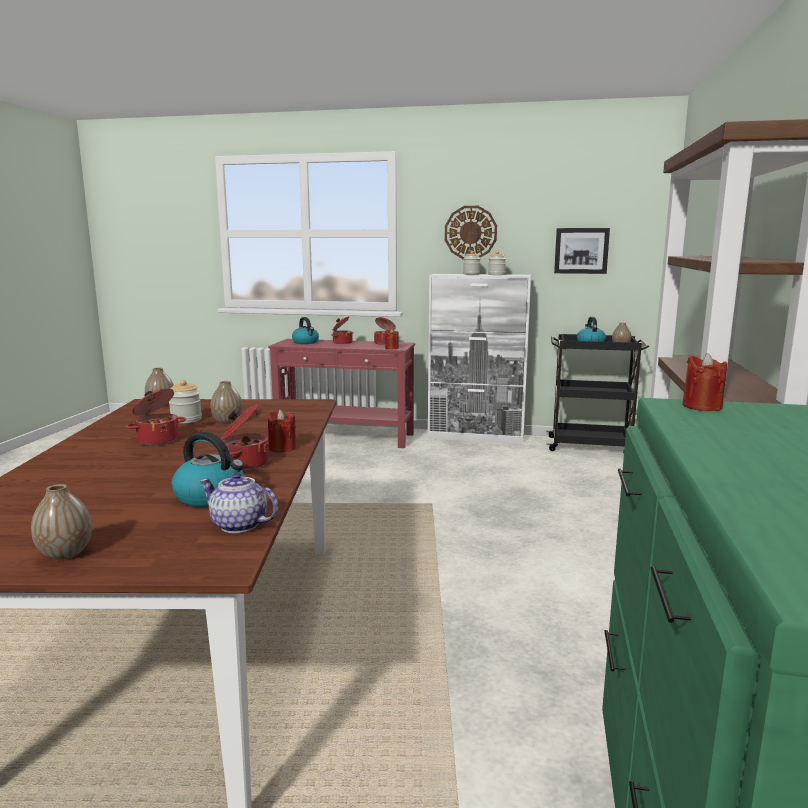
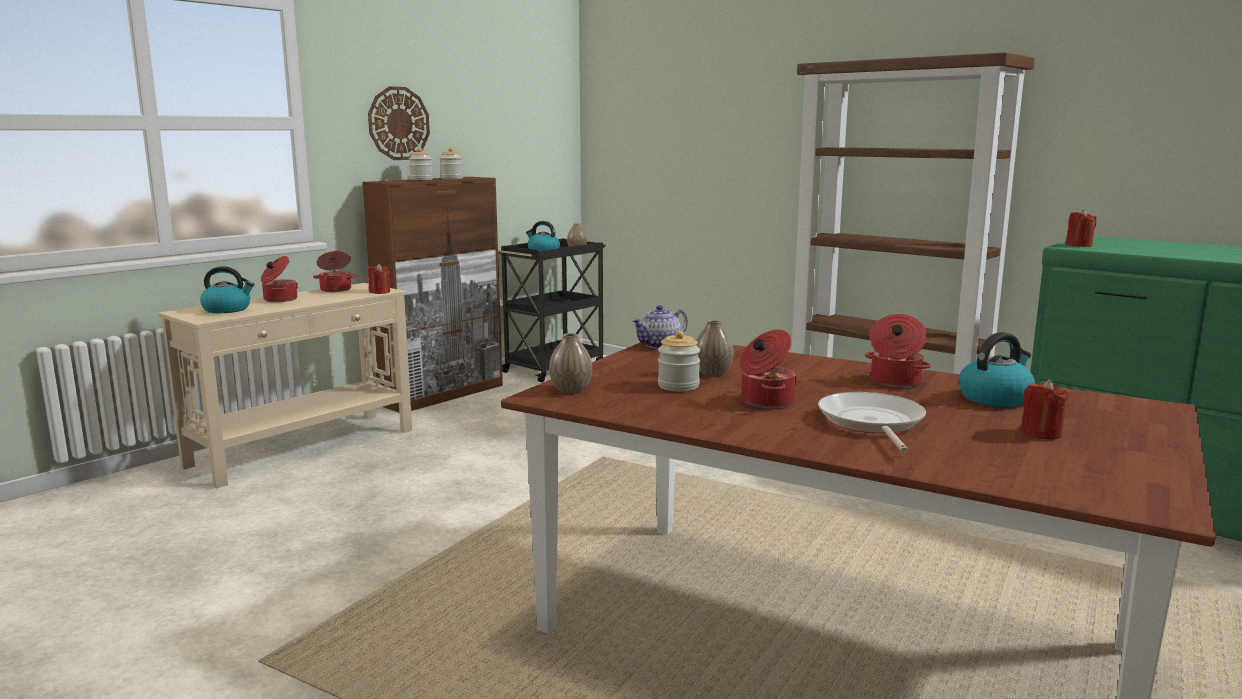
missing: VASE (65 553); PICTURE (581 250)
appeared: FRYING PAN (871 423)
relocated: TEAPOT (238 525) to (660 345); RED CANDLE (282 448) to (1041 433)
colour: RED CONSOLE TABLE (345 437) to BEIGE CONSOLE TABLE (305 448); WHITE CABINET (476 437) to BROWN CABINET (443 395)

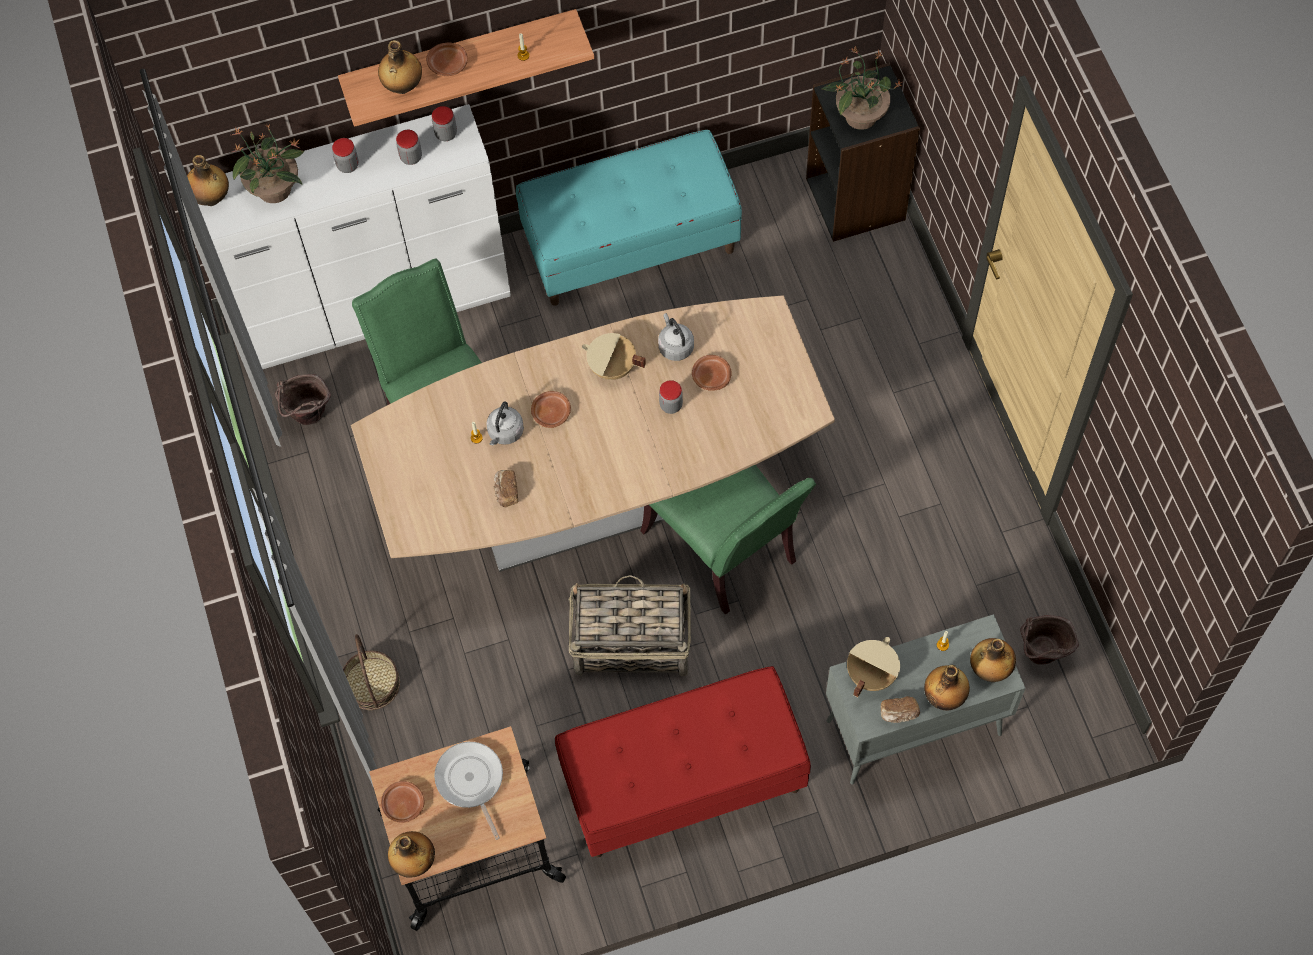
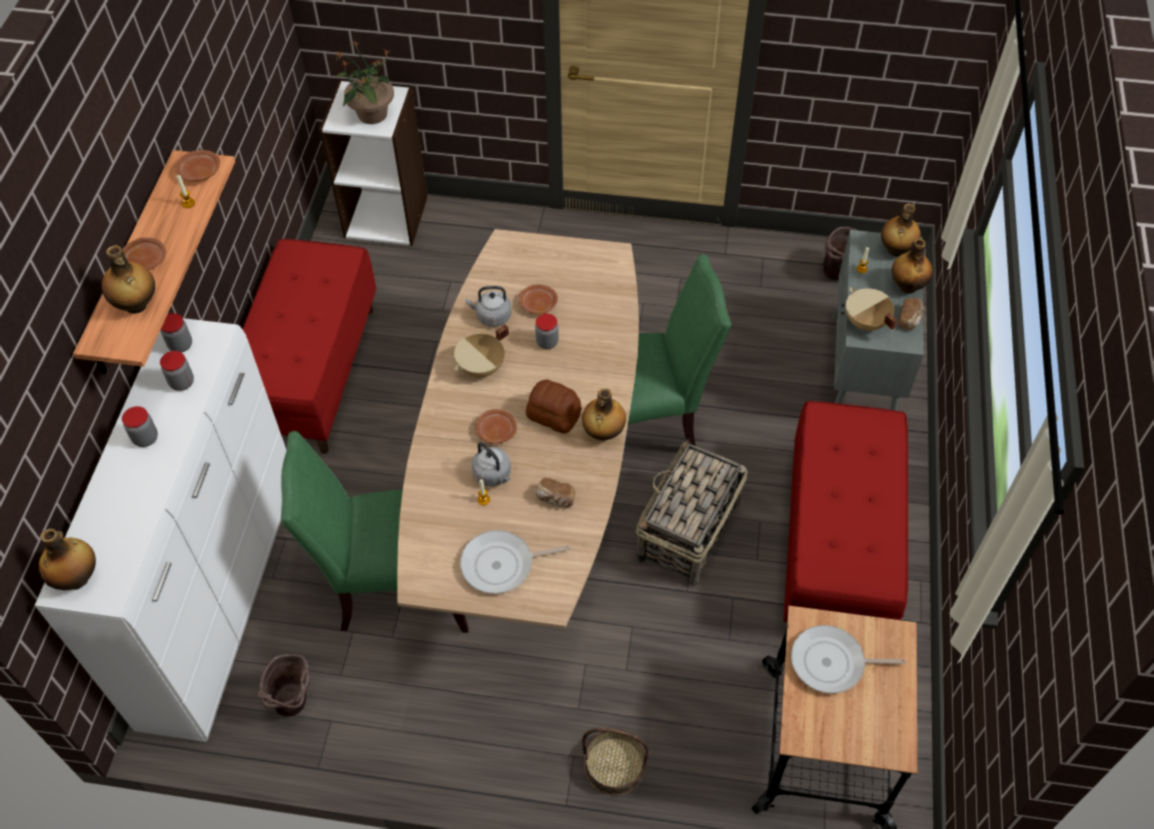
missing: POTTED PLANT (275 189)
appeared: FRYING PAN (502 565); BREAD (553 414)
relocated: BROWN PLATE (403 804) to (199 172); BOTTLE (414 860) to (603 433)
colour: TURQUOISE BENCH (631 244) to RED BENCH (312 373); BLACK BOOKCASE (856 199) to WHITE BOOKCASE (386 216)

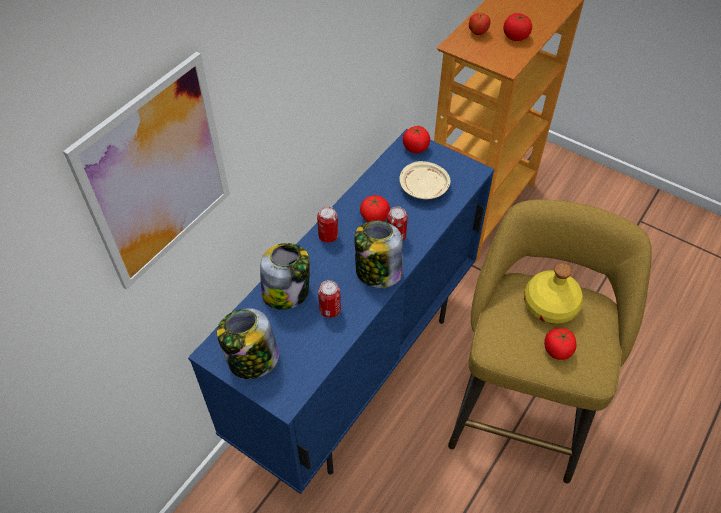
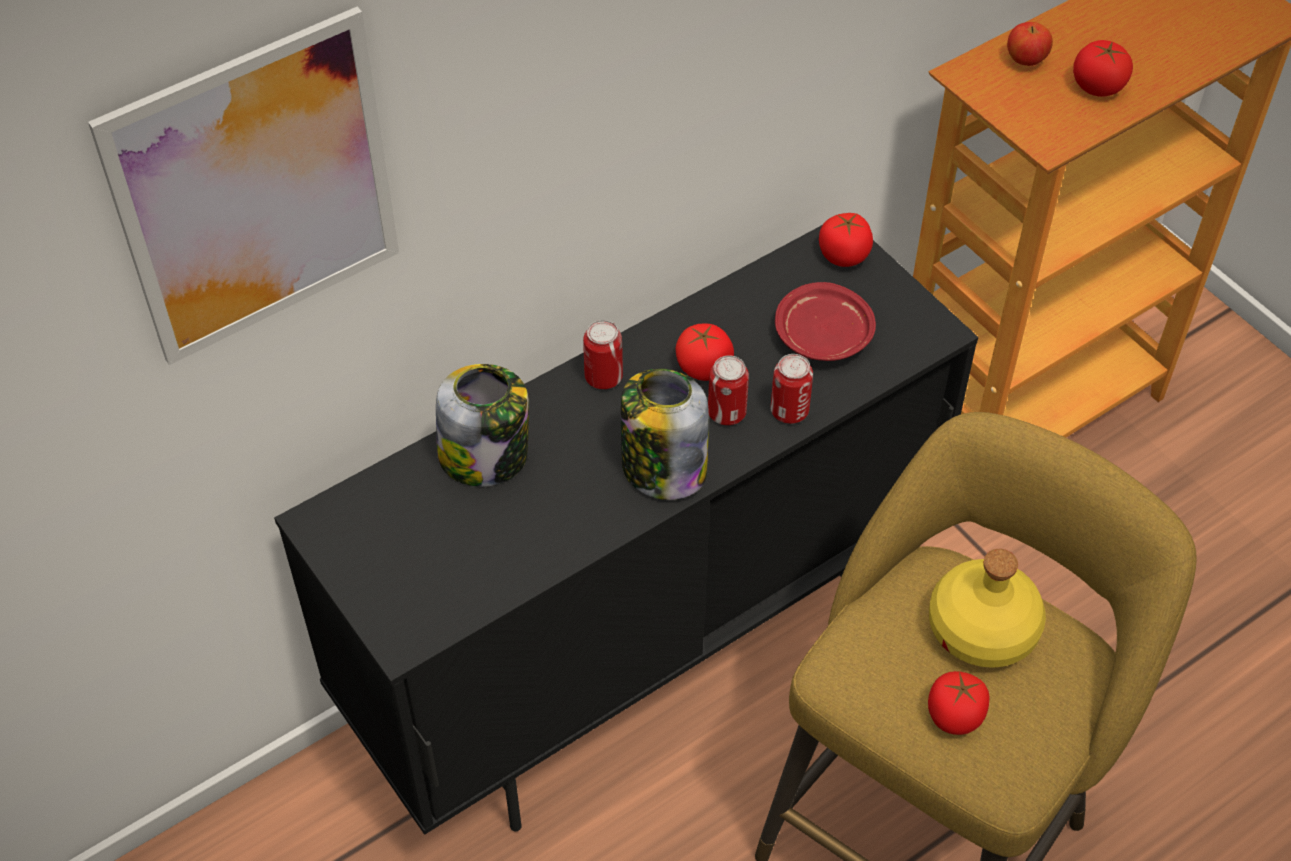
missing: JAR (252 360)
relocated: CAN (330 310) to (789 411)
colour: BLUE CABINET (357 371) to BLACK CABINET (641 660); BEIGE PLATE (424 187) to RED PLATE (823 336)

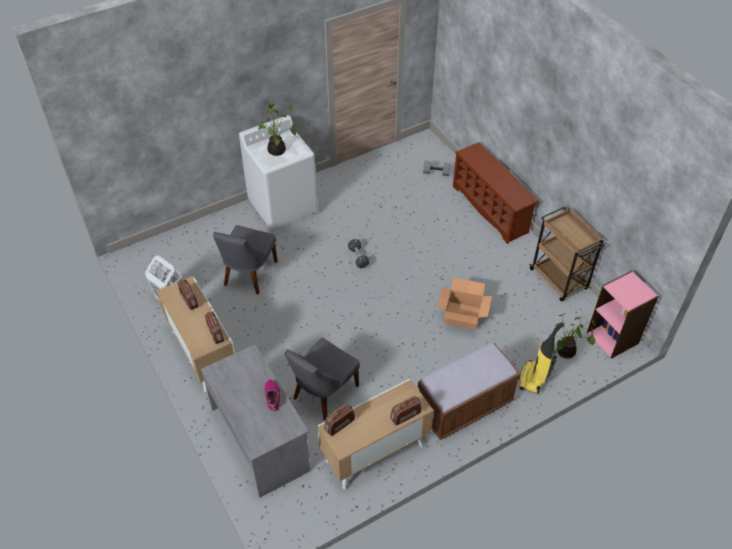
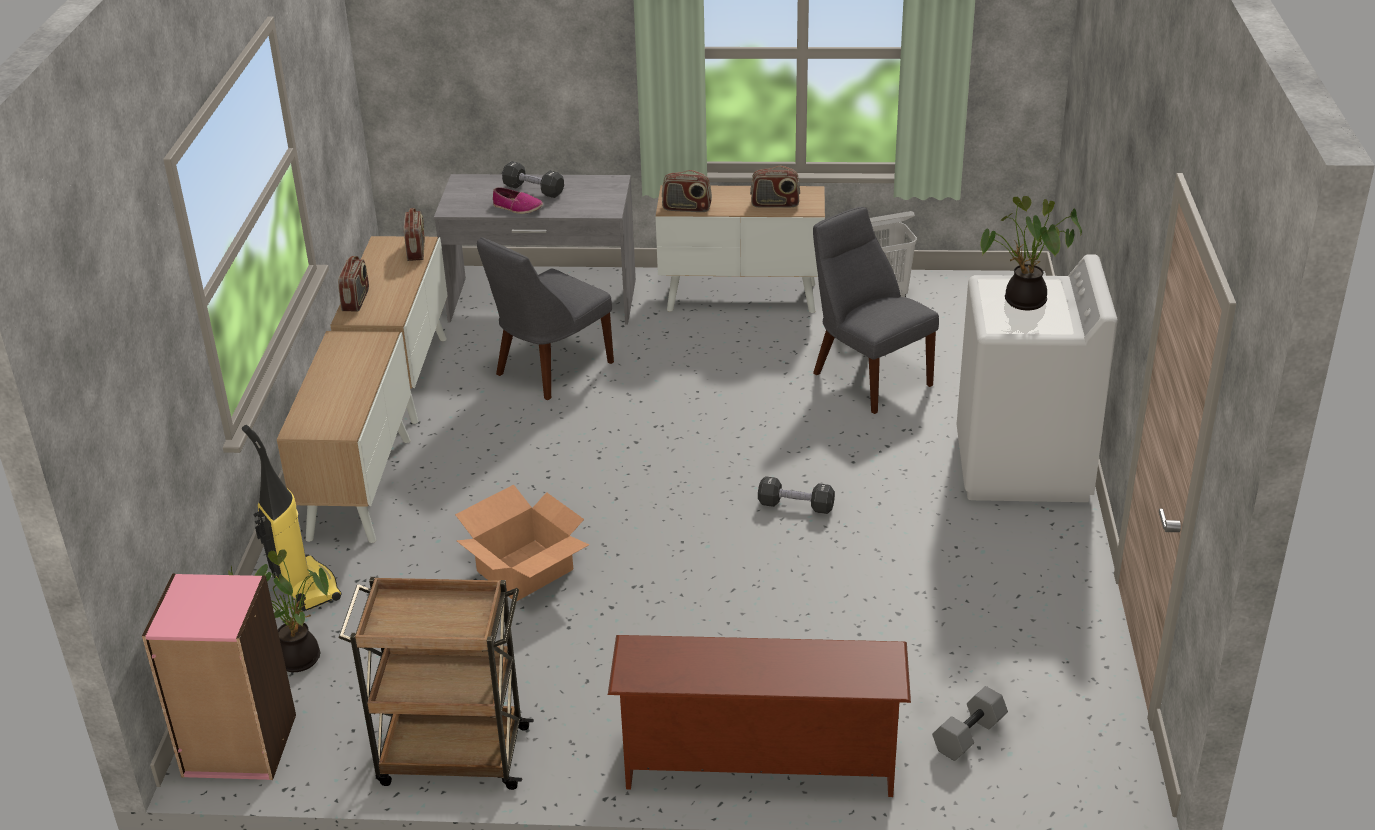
appeared: BLACK DUMBBELL (533 190)
exchanged: BROWN BENCH (464 407) to CABINET (359 487)
spun: GREY CHAIR (323 393) = (550 370) 120 degrees counterclockwise

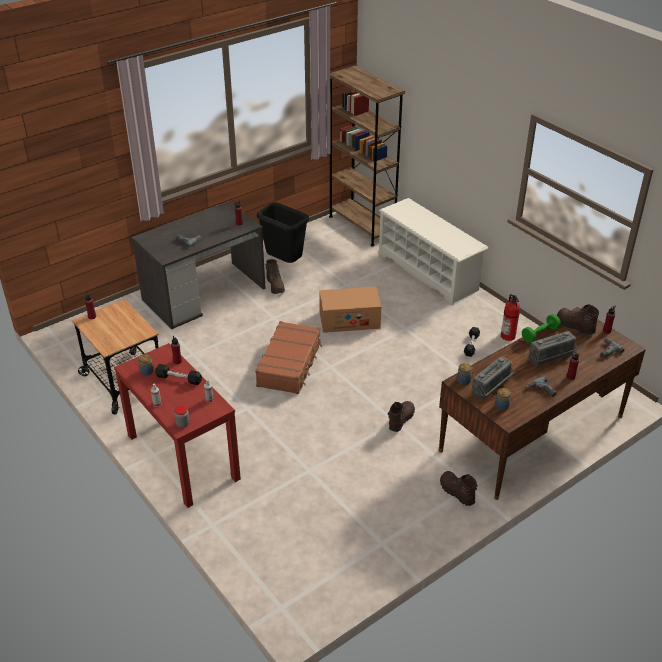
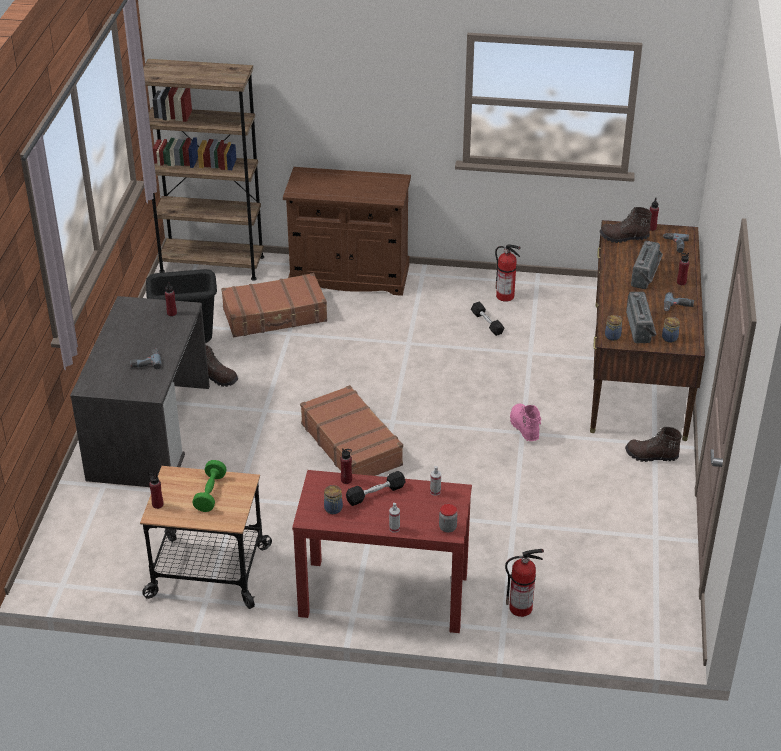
missing: CARDBOARD BOX (349 320)
appeared: BROWN SUITCASE (275 315); FIRE EXTINGUISHER (521 607)
relocated: GREEN DUMBBELL (540 334) to (210 493)
exchanged: WHITE SHOE RACK (428 272) to BROWN CABINET (349 276)
colour: BROWN BOOT (400 420) to PINK BOOT (524 427)

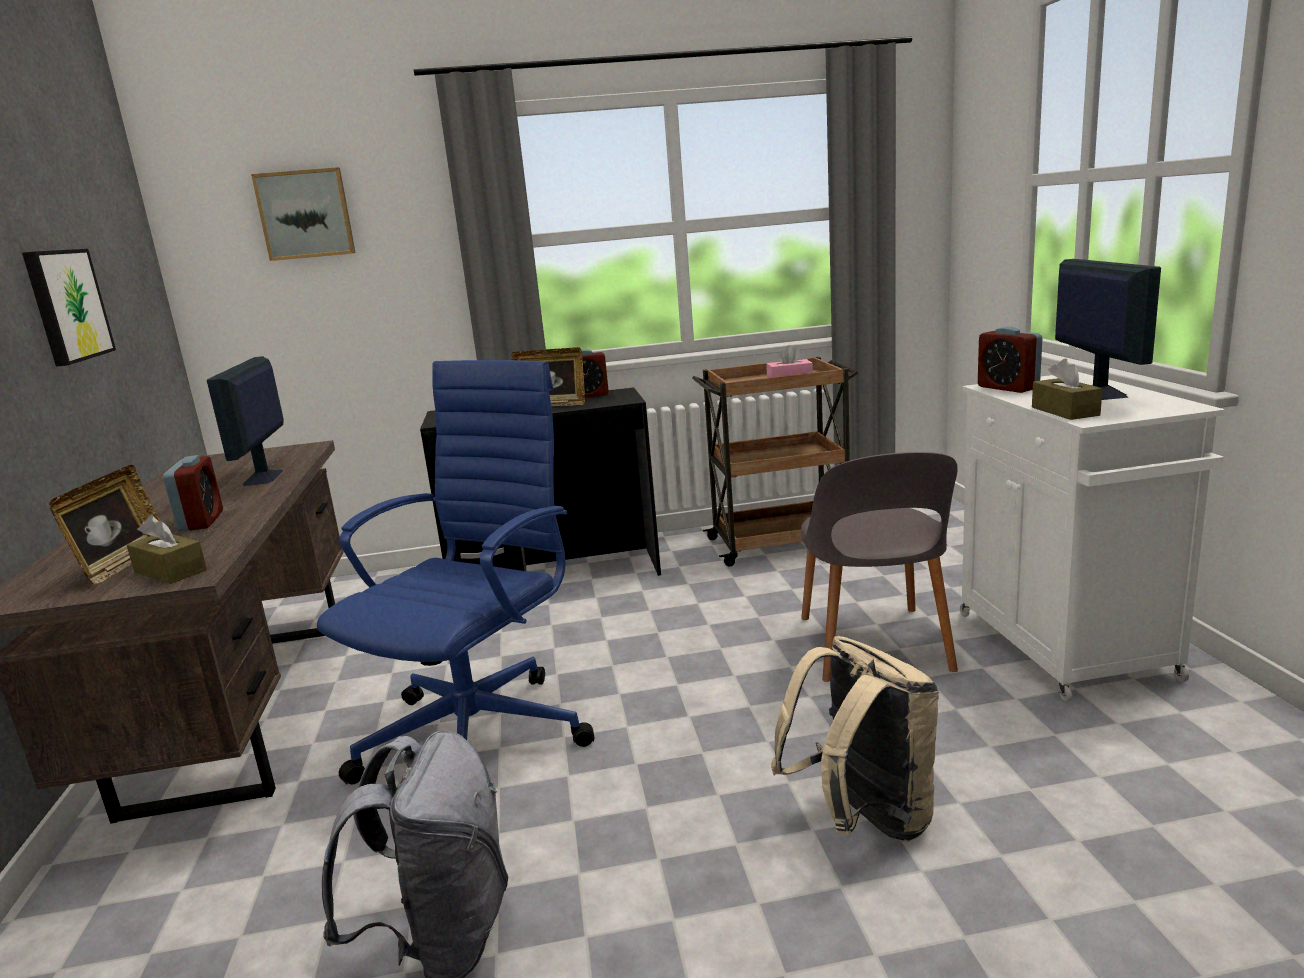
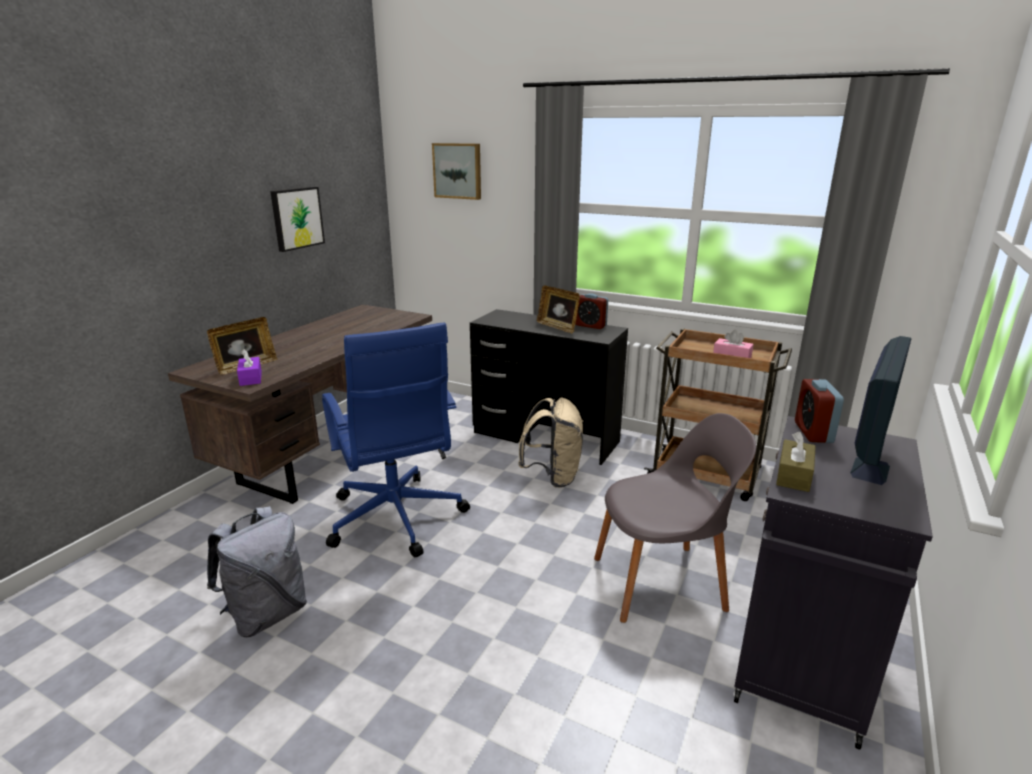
missing: ALARM CLOCK (201 521); MONITOR (263 478)
relocated: BEIGE BACKPACK (863 819) to (553 477)
colour: BROWN TISSUE BOX (170 571) to PURPLE TISSUE BOX (251 378); WHITE CABINET (1066 647) to BLACK CABINET (801 664)
spun: BLUE OFFICE CHAIR (480 735) = (396 519) 90 degrees clockwise; GREY CHAIR (873 646) = (662 583) 135 degrees counterclockwise

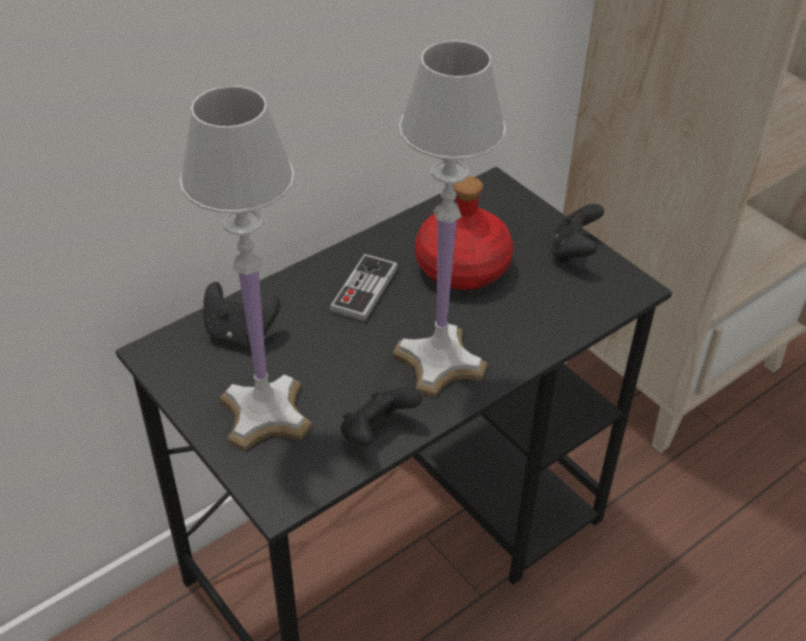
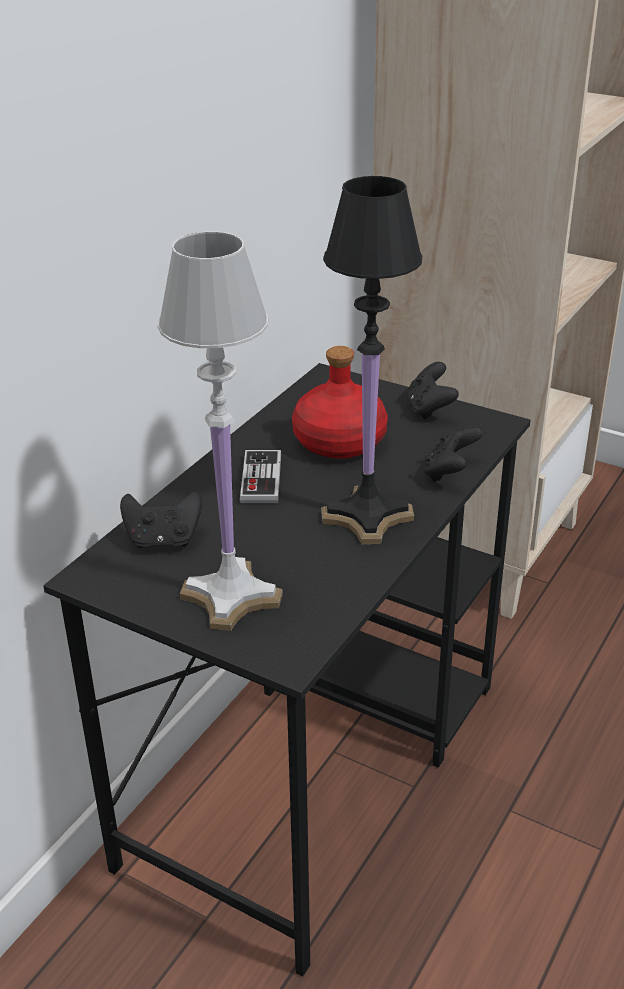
relocated: BLACK GAME CONTROLLER (377 433) to (449 473)
colour: WHITE TABLE LAMP (438 362) to BLACK TABLE LAMP (366 517)

